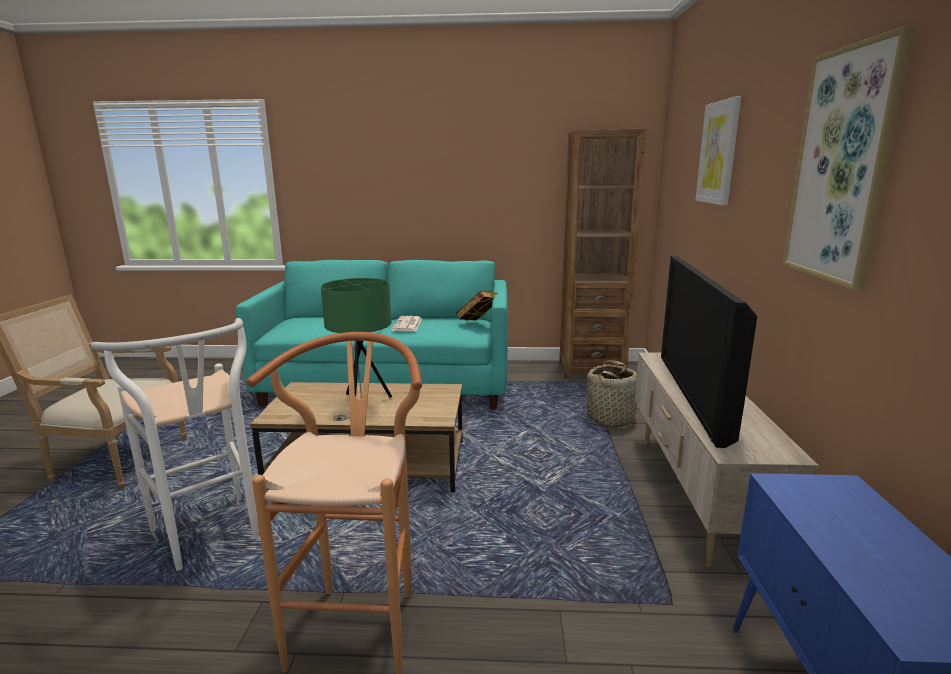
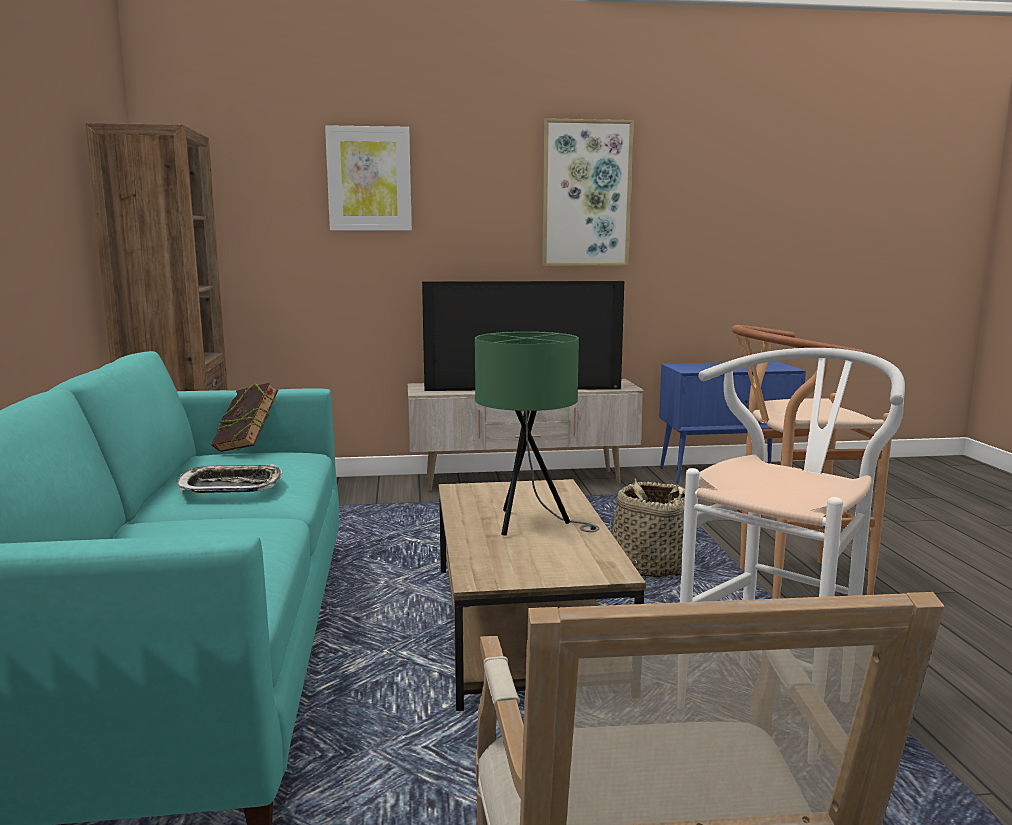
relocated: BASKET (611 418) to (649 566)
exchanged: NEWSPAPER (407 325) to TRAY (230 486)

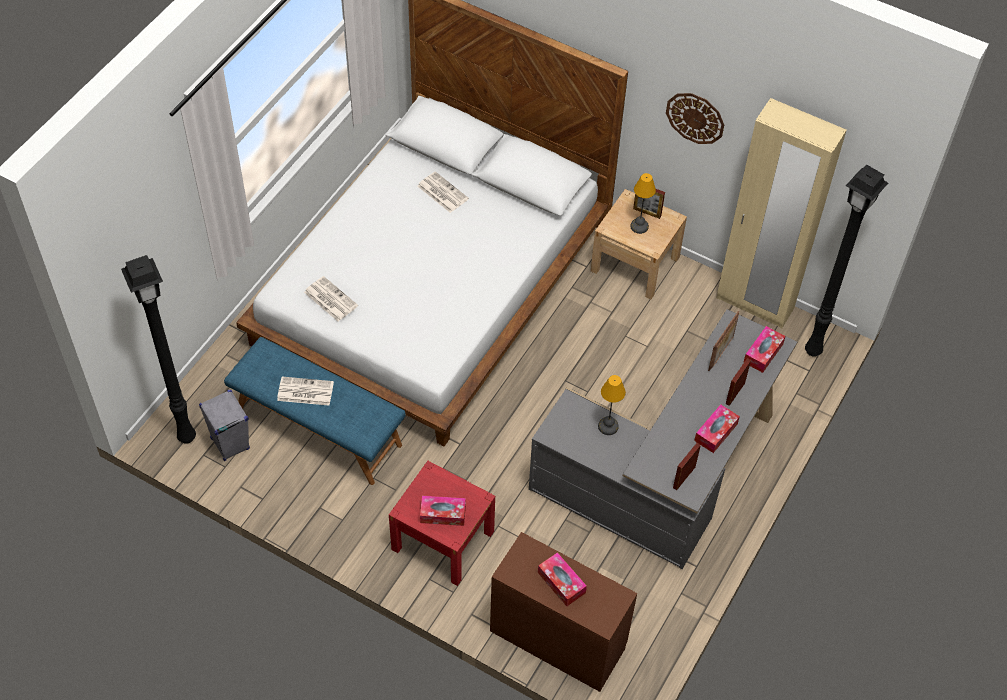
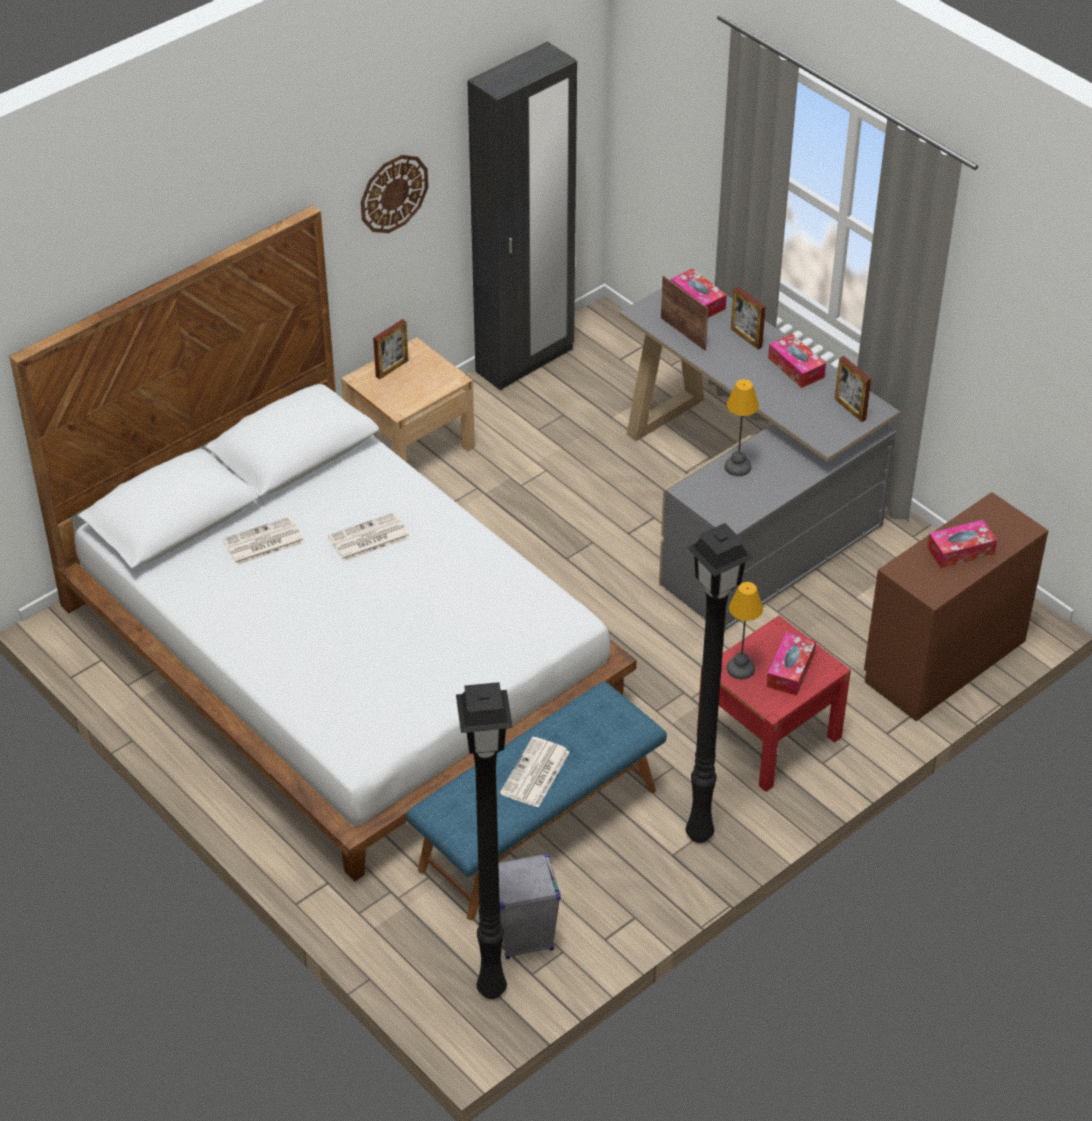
relocated: NEWSPAPER (330 299) to (368 539); TABLE LAMP (638 226) to (740 669); BLACK FLOOR LAMP (813 352) to (702 834)
colour: BEIGE WARDROBE (754 304) to BLACK WARDROBE (525 361)

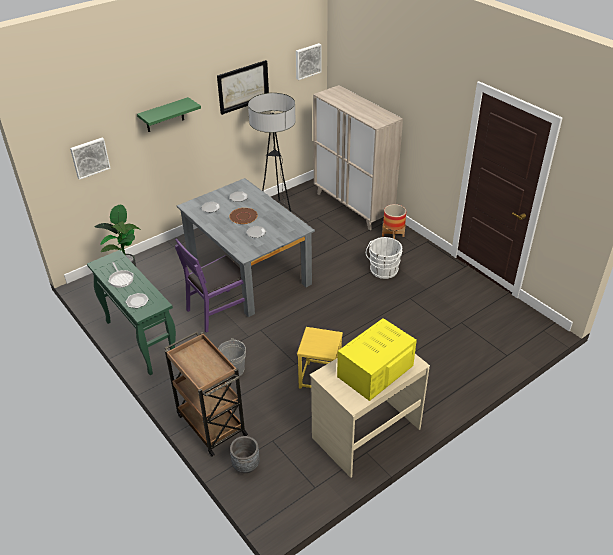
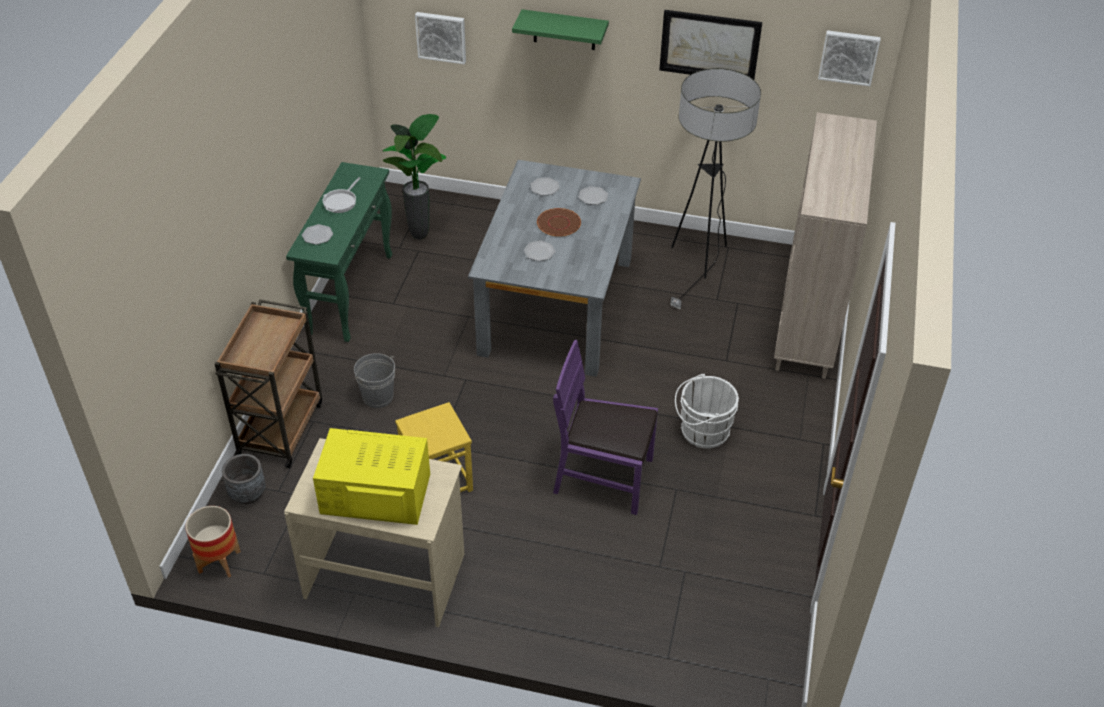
relocated: PURPLE CHAIR (218 310) to (603 477); PLANTER (393 236) to (219 562)

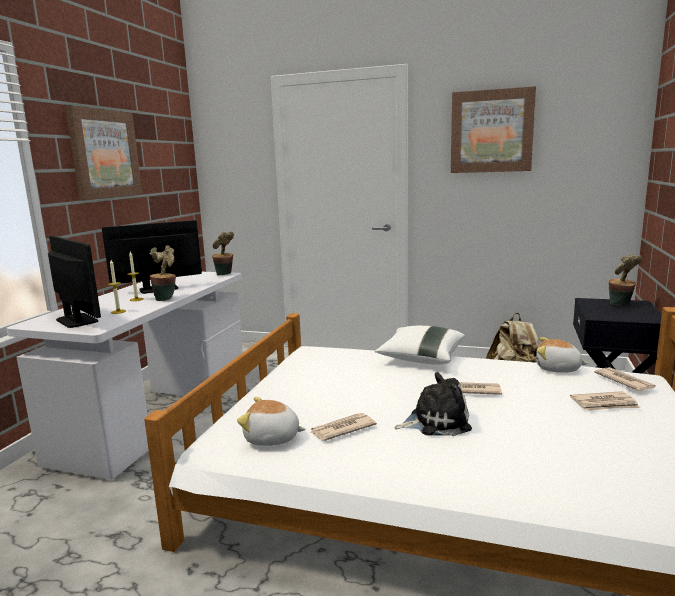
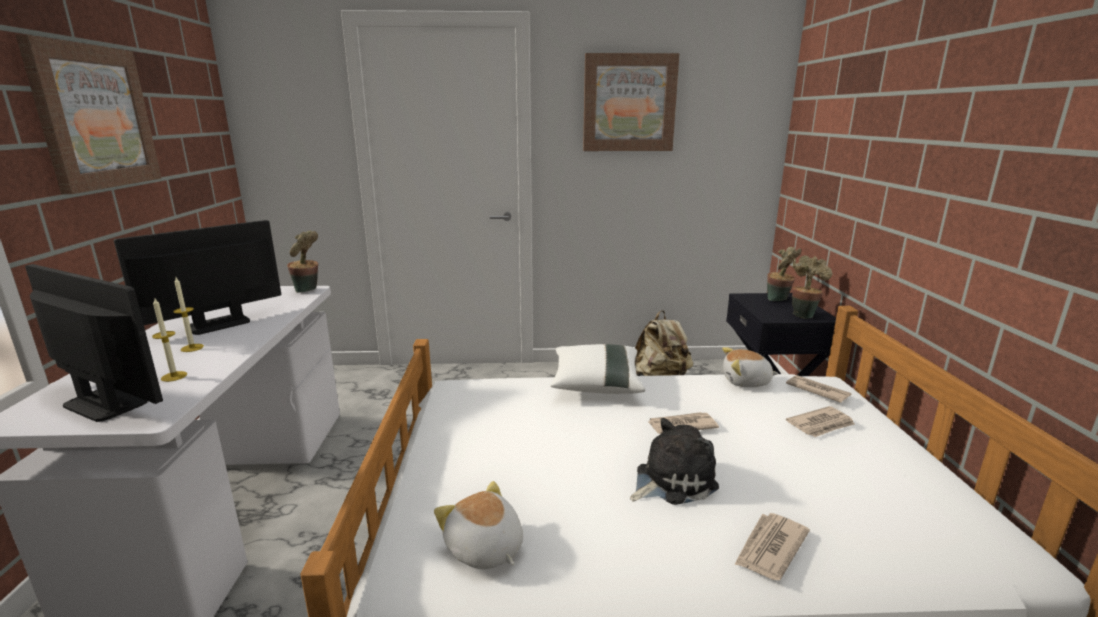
relocated: POTTED PLANT (166 298) to (803 314); NEWSPAPER (341 429) to (769 548)
spun: PLUSH TOY (272 438) = (484 549) 60 degrees clockwise

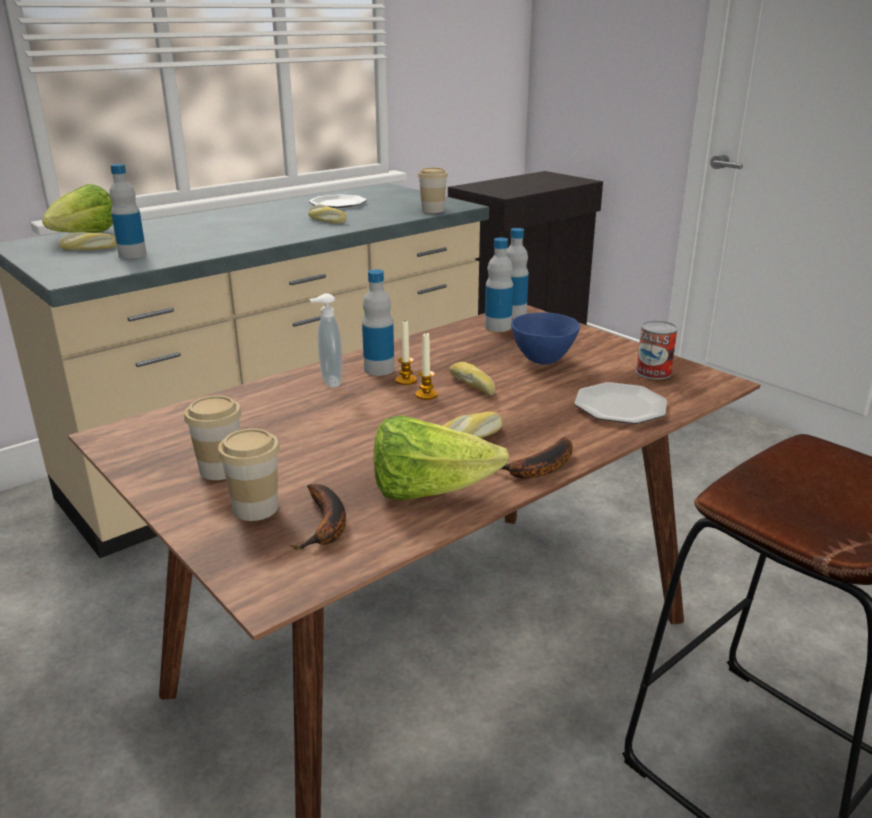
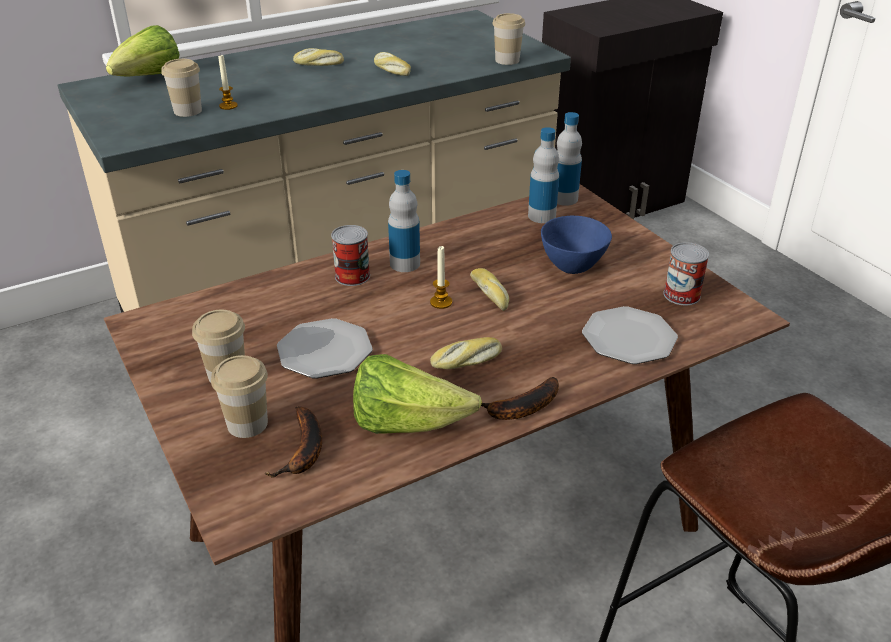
relocated: BREAD (89 249) to (318 64); PLATE (337 204) to (324 351); CANDLE (406 380) to (228 106)
exchanged: BOTTLE (132 255) to CUP (187 111); SOAP DISPENSER (329 382) to CAN (352 276)

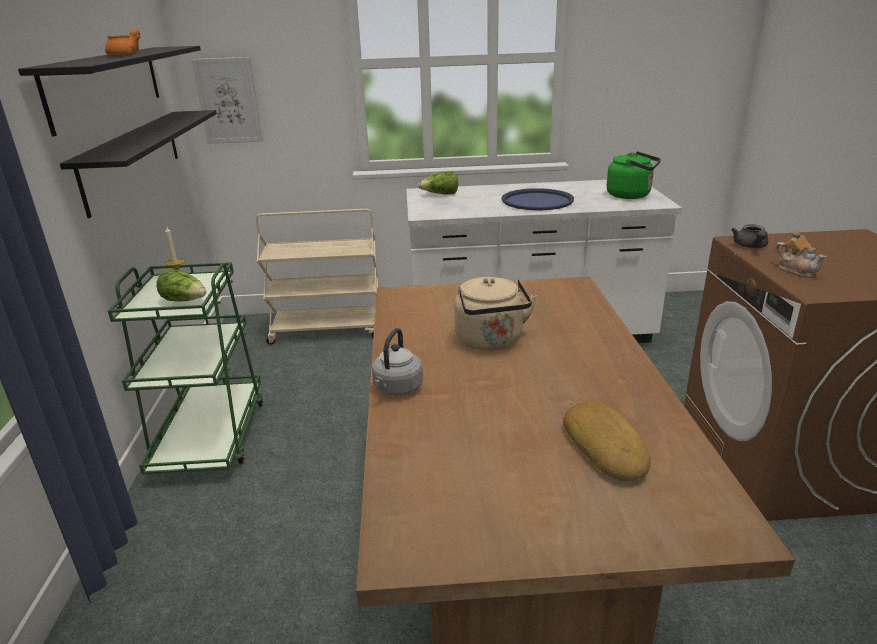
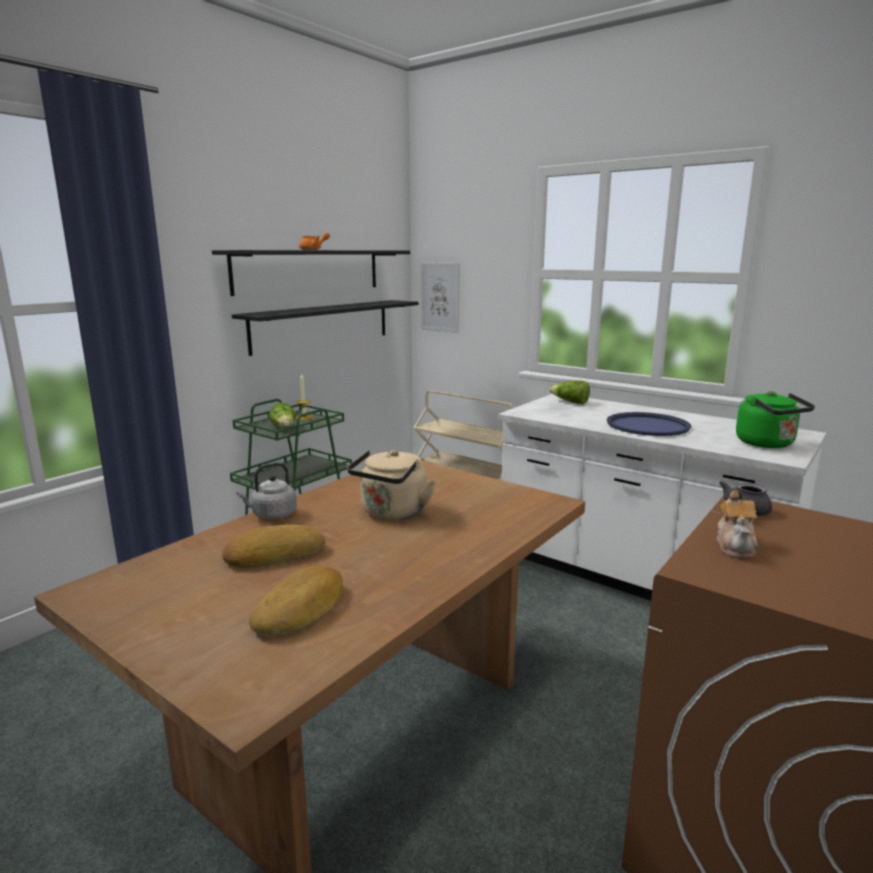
appeared: BREAD (274 554)

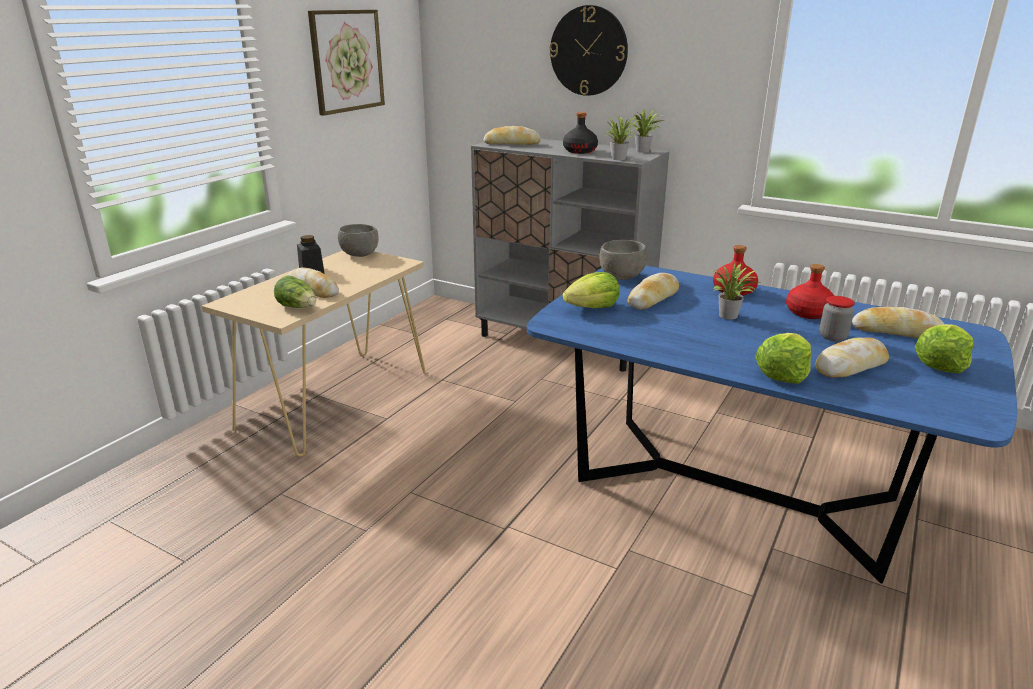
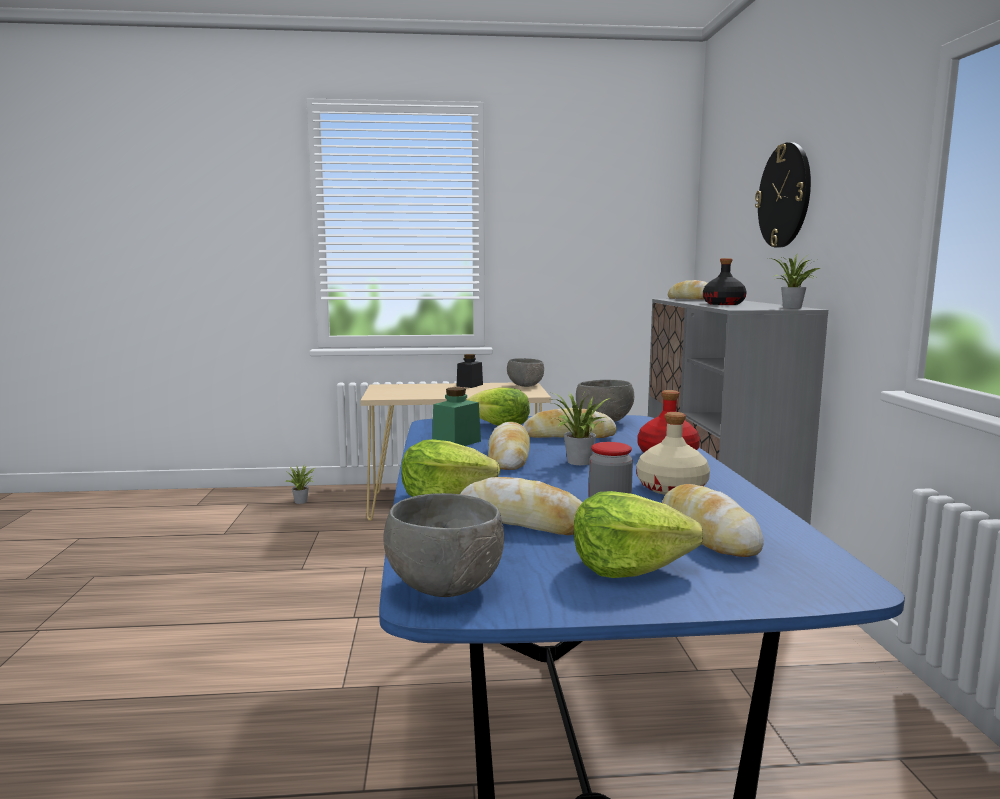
missing: LETTUCE (298 307); PICTURE (347 61)
appeared: GREY BOWL (445 588); GREEN JAR (456 442)
relocated: BREAD (313 289) to (509 456); POTTED PLANT (619 158) to (302 501)
colour: RED BOTTLE (809 313) to BEIGE BOTTLE (671 488)

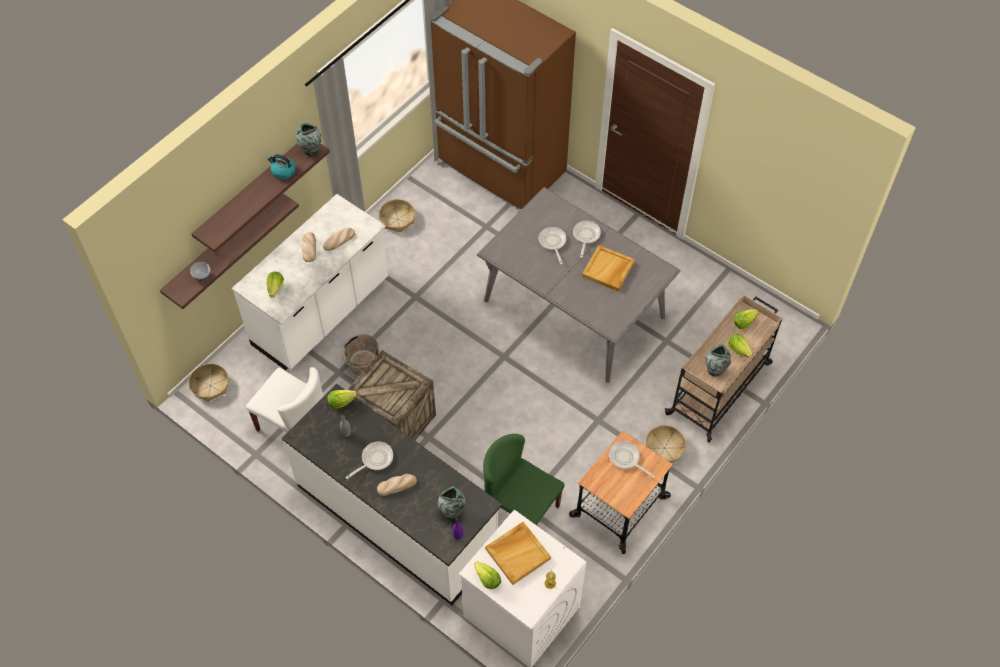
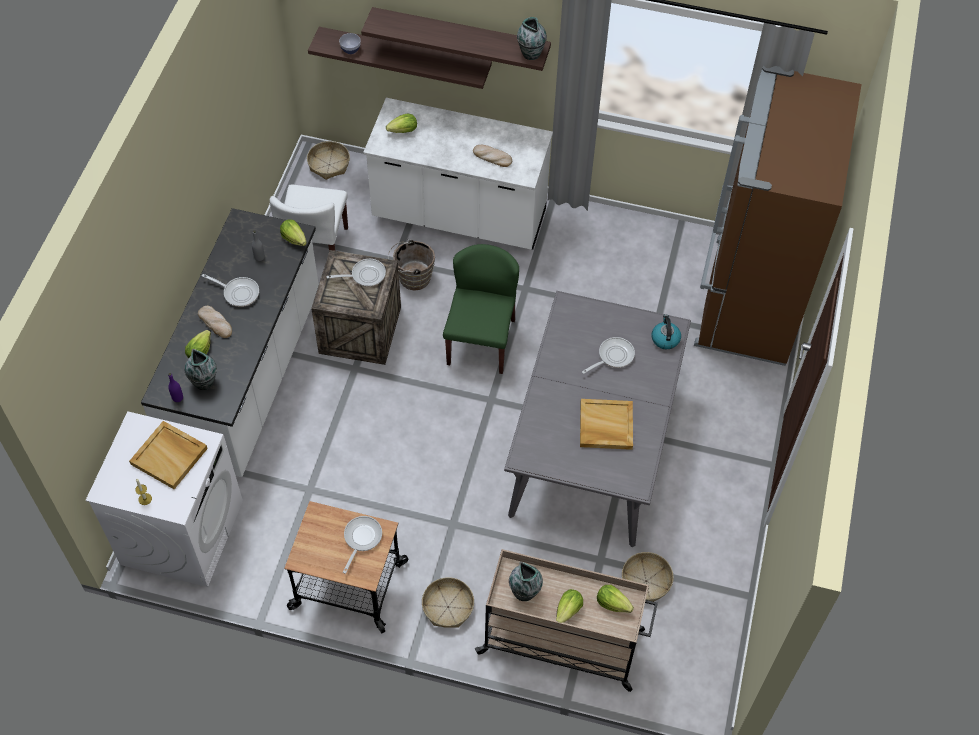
missing: BREAD (309 248)
relocated: KETTLE (283 171) to (665 338); BASKET (397 219) to (646 581); LETTUCE (487 579) to (200 352); GREEN CHAIR (519 509) to (481 341); FRYING PAN (585 236) to (365 275)

